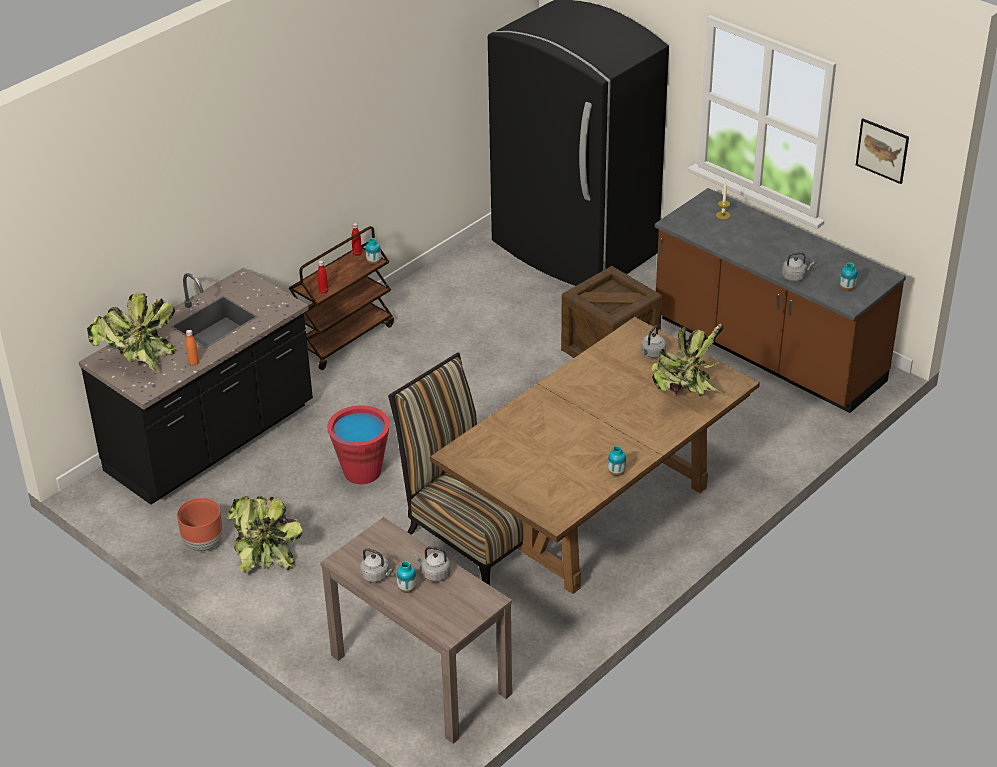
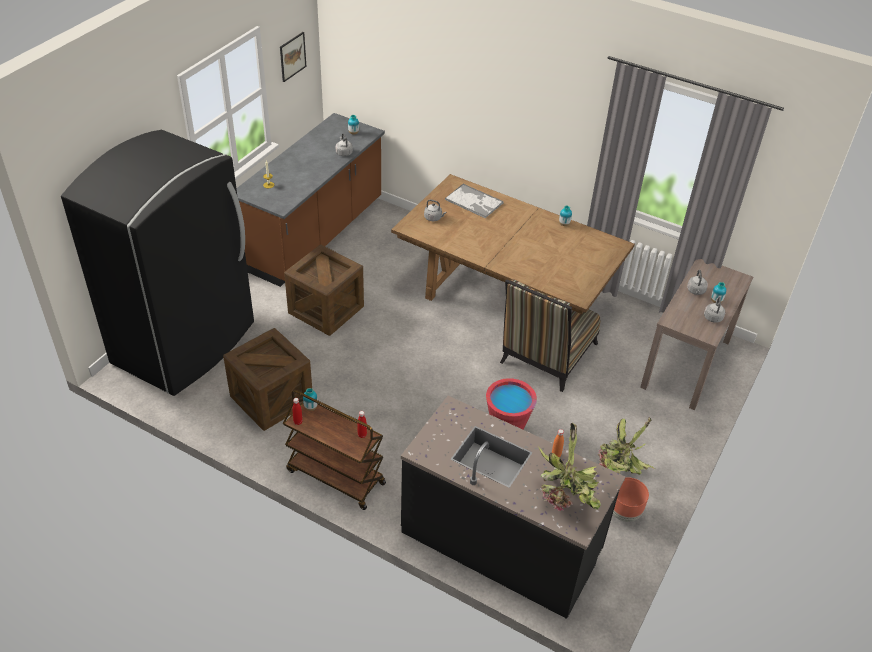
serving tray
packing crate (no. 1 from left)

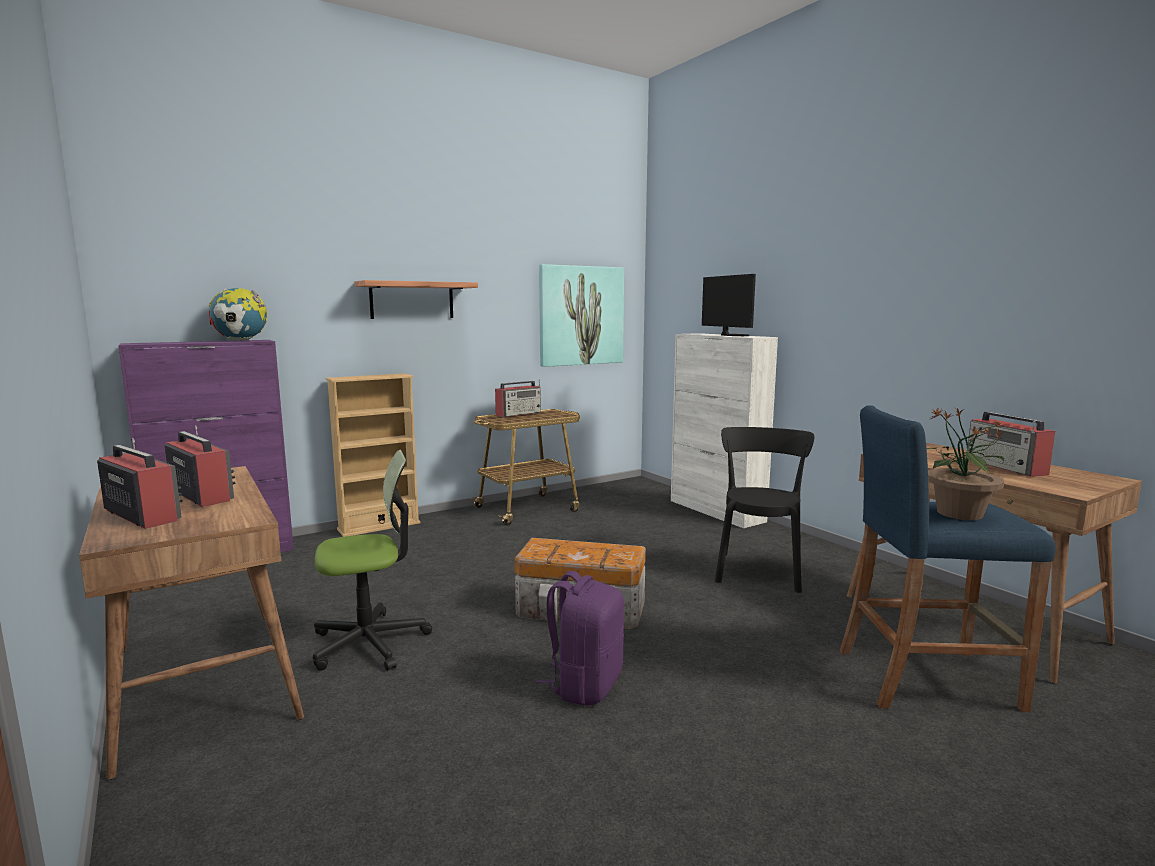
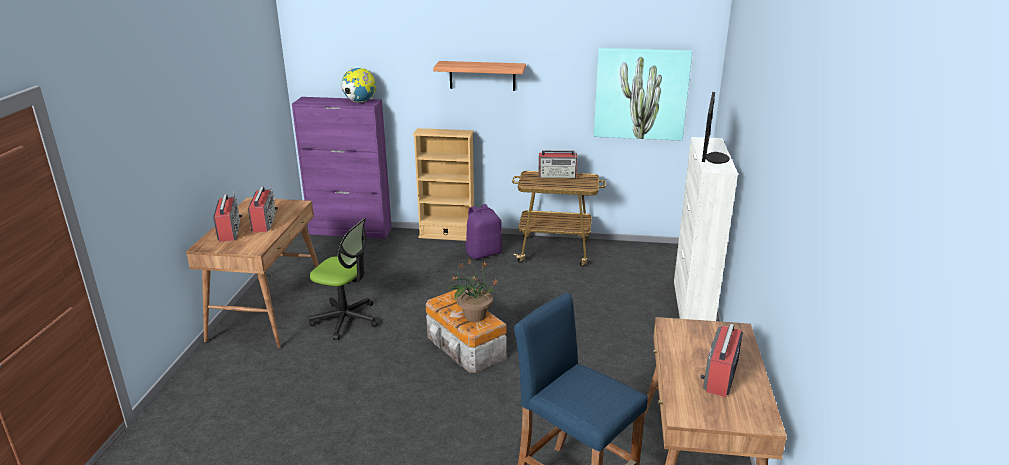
potted plant
black plain chair
purplish knapsack

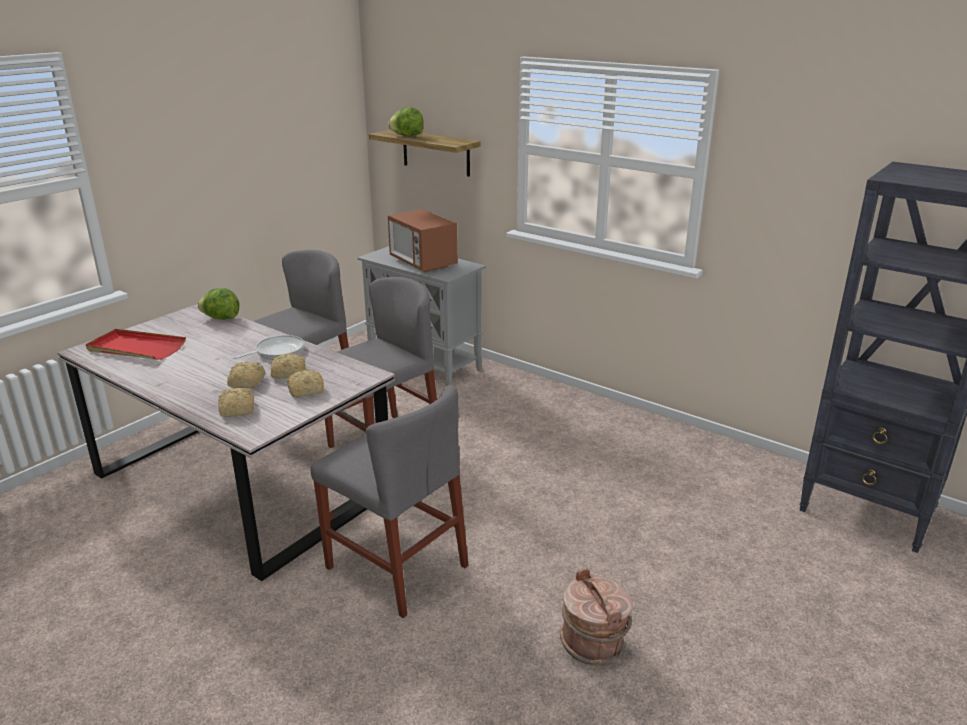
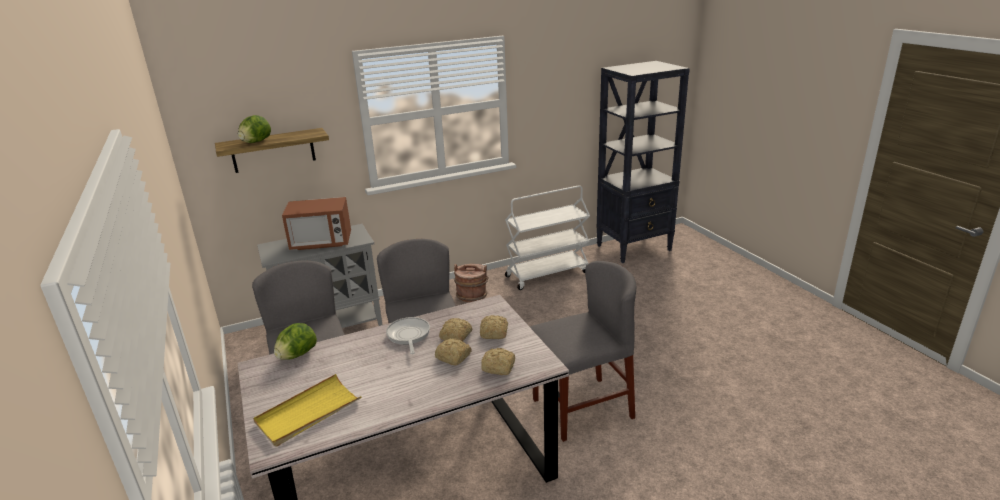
yellow serving tray
brown bucket
white-coloured trolley

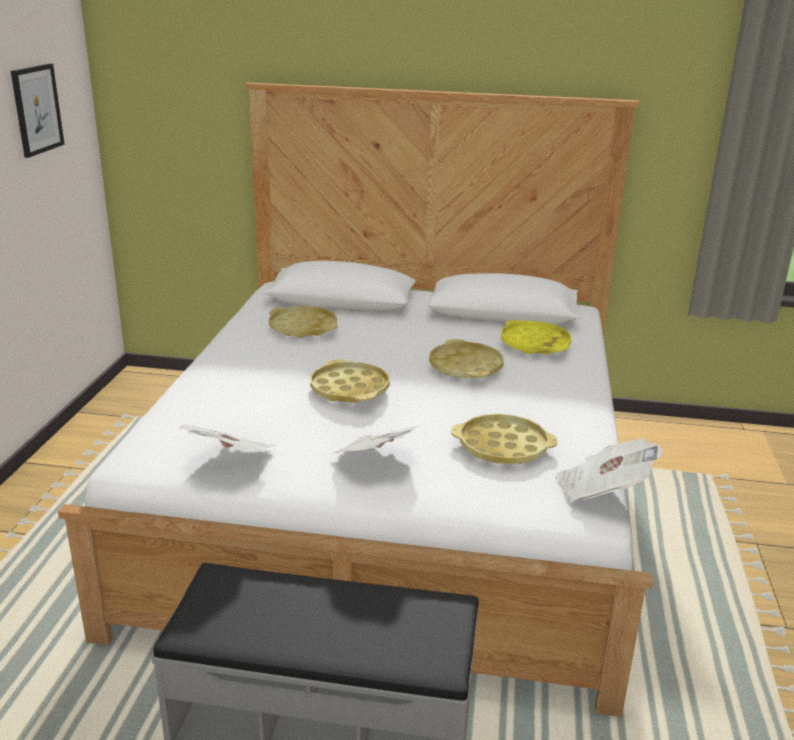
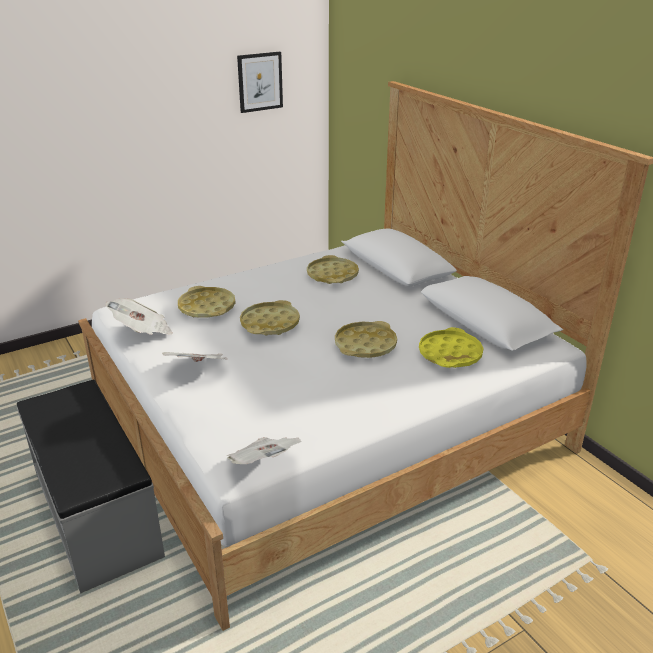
yellow serving tray (no. 1 from left)

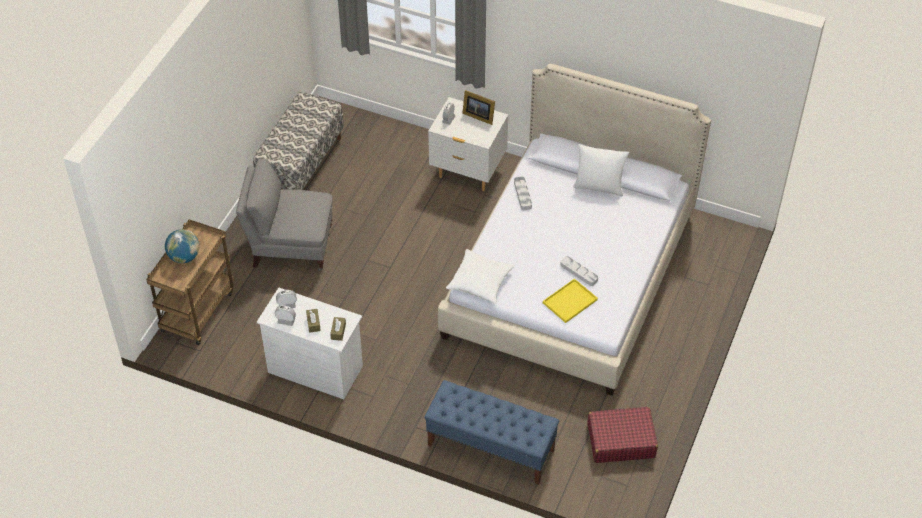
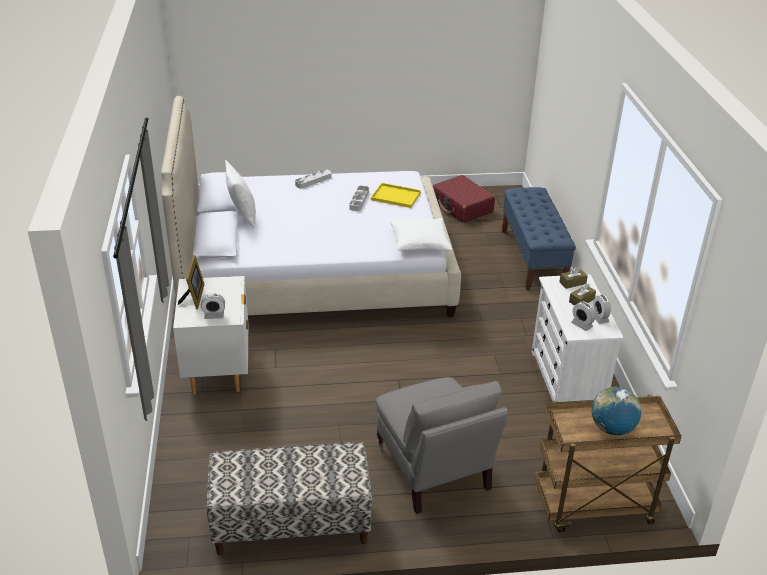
greyish serving tray (no. 1 from left)

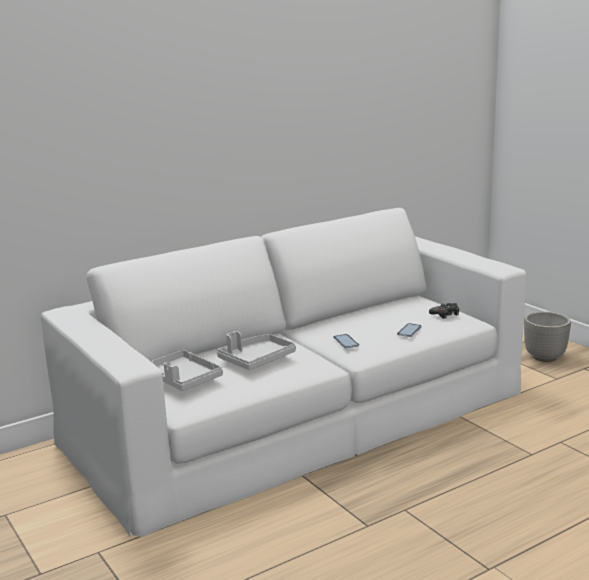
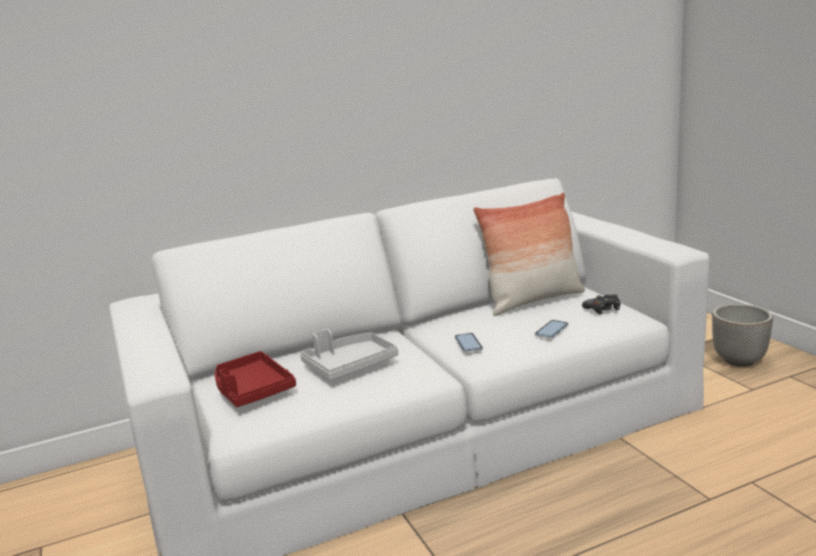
reddish serving tray
pillow

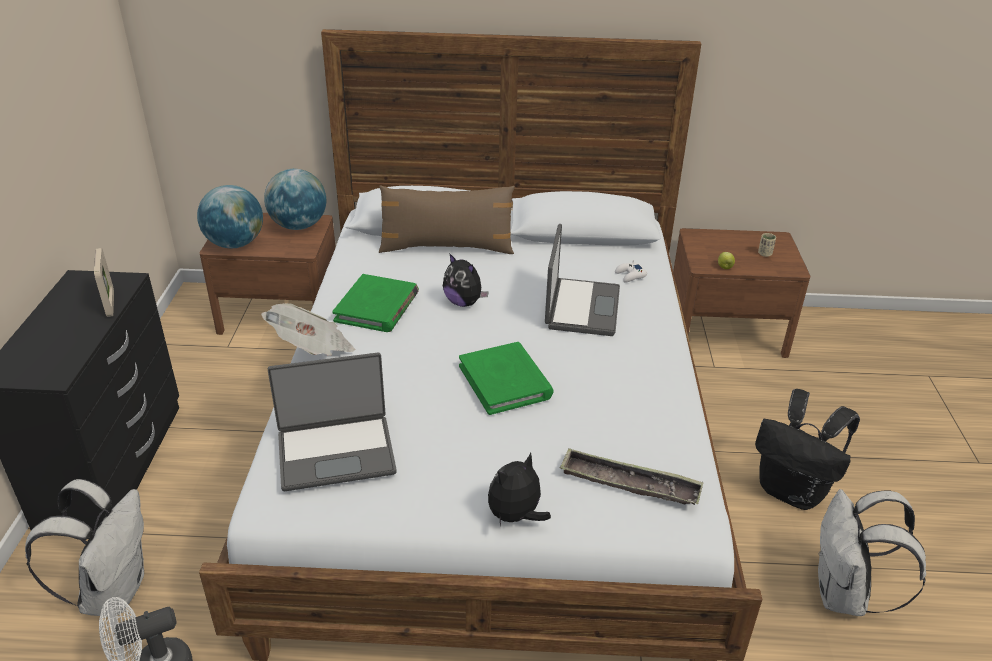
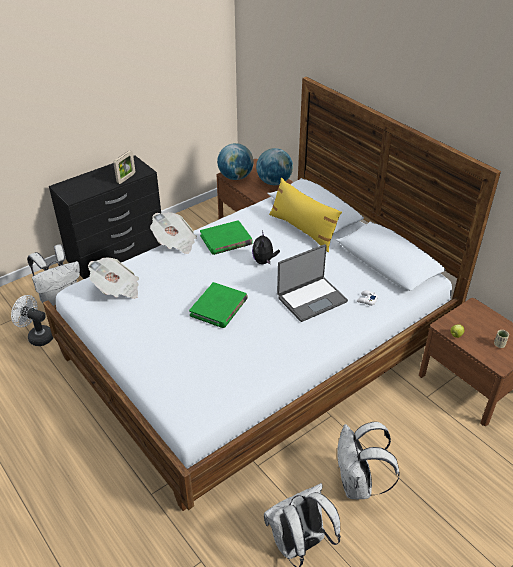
yellow pillow
newspaper (no. 1 from left)
white-coloured knapsack (no. 3 from left)
serving tray
soft toy (no. 2 from left in the first image)

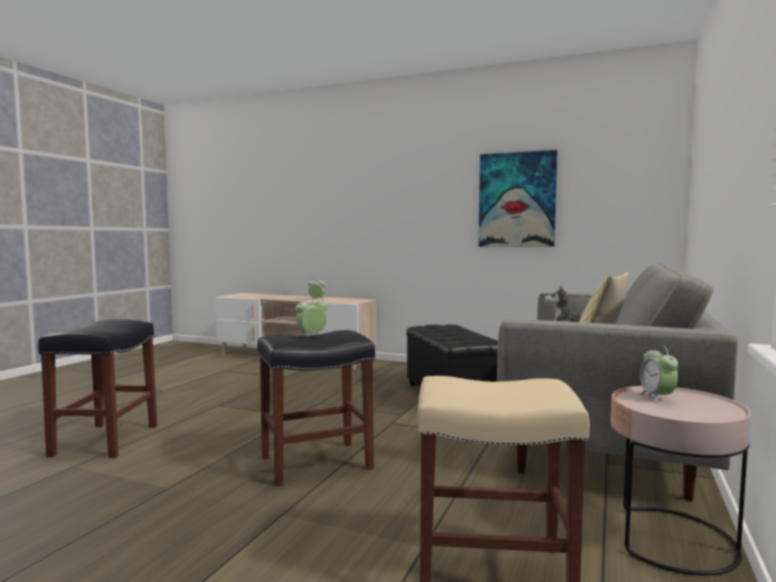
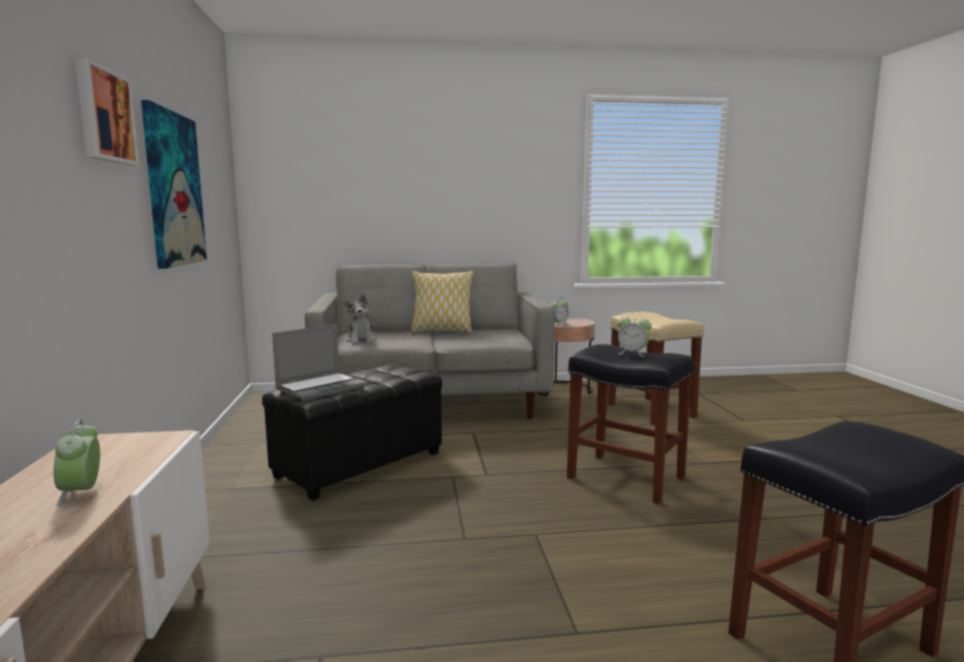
wall picture (no. 1 from left)
laptop

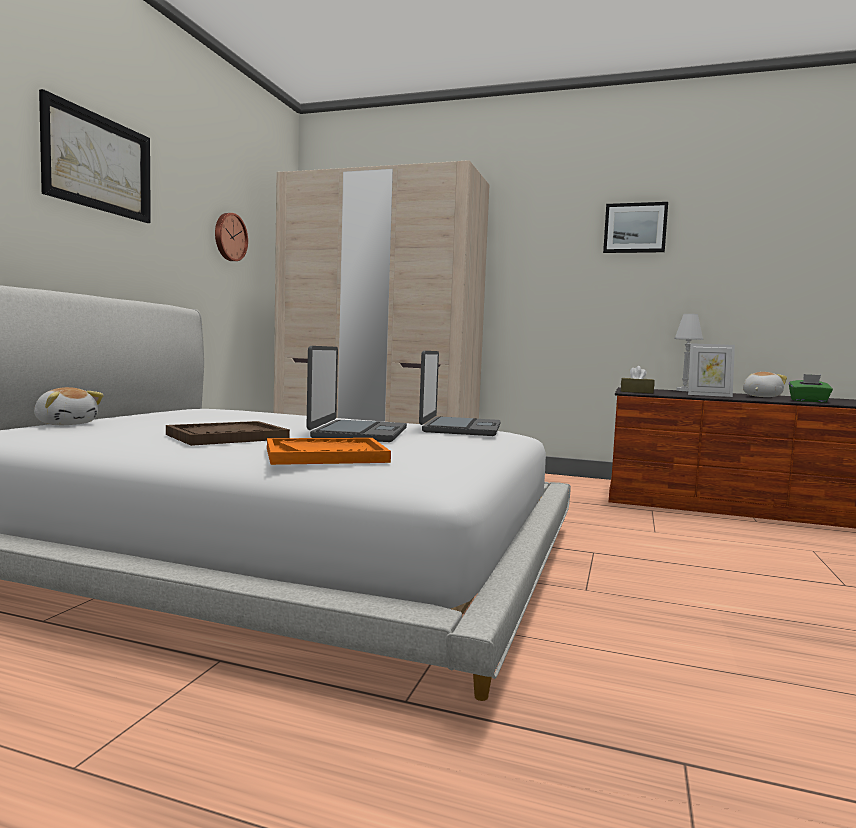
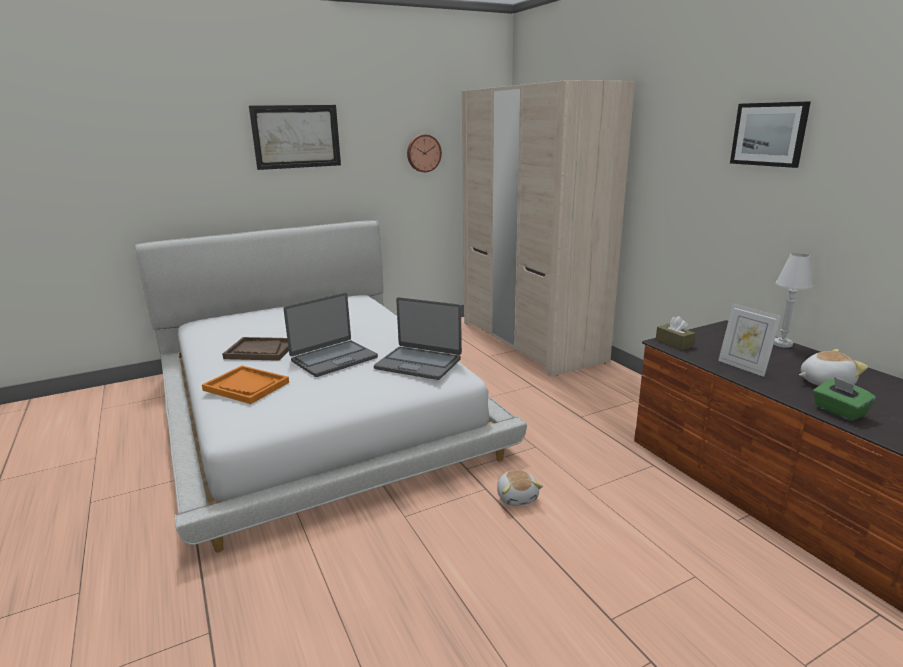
laptop (no. 2 from left)
soft toy (no. 1 from left)

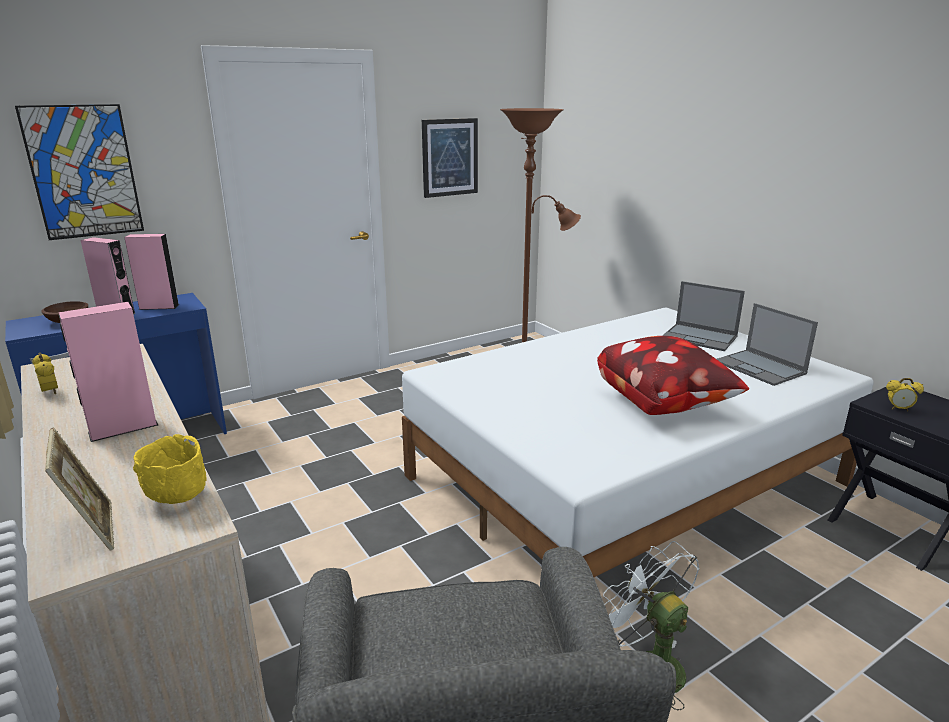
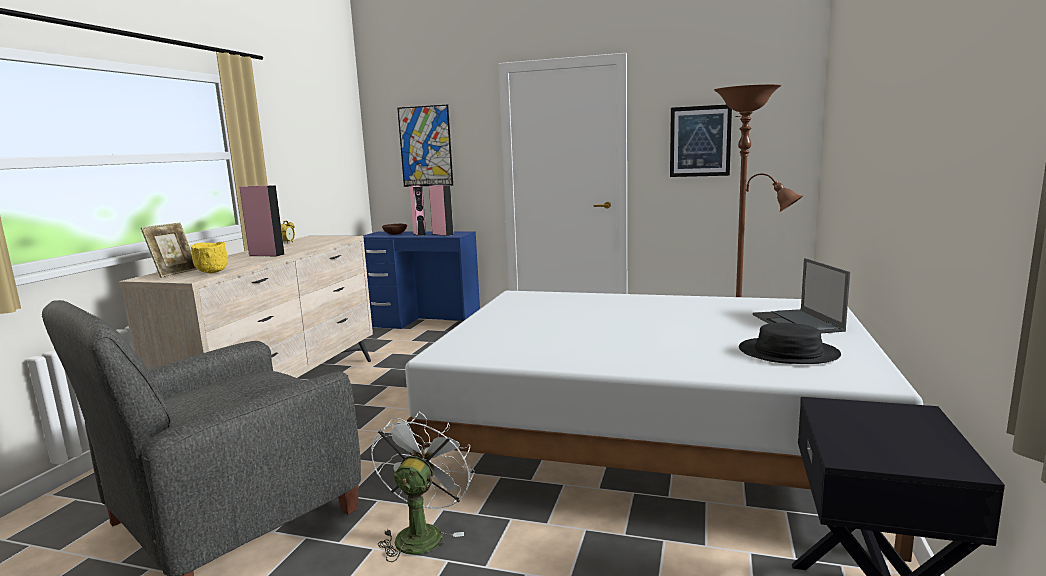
black wearable hat
pillow
alarm clock (no. 2 from left in the first image)

